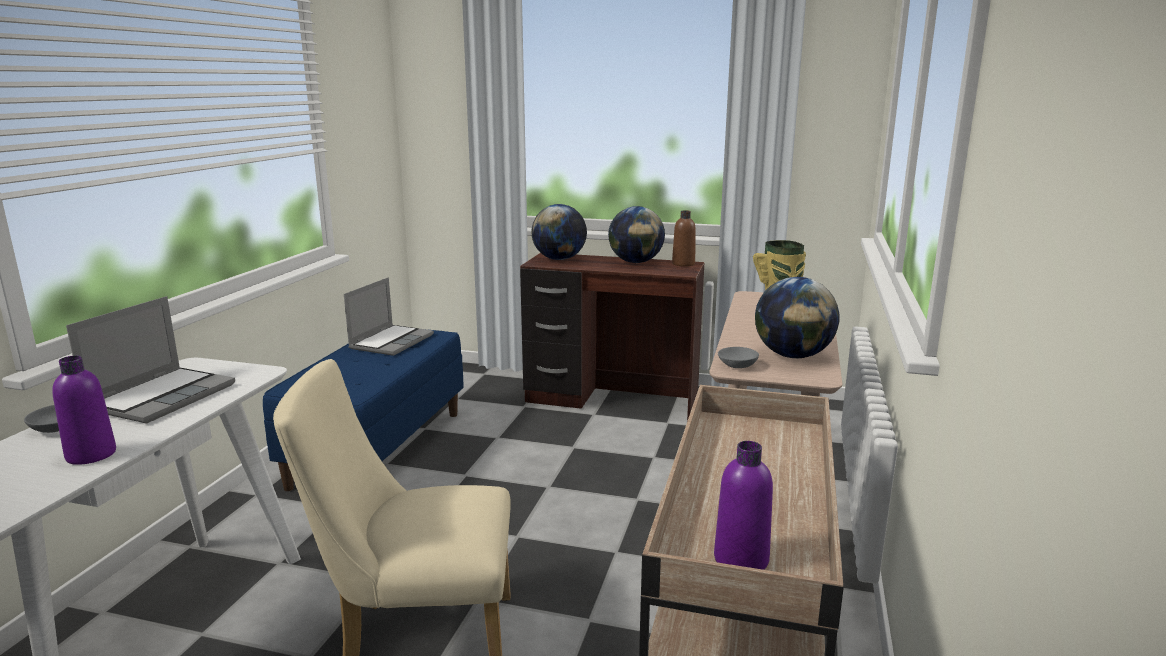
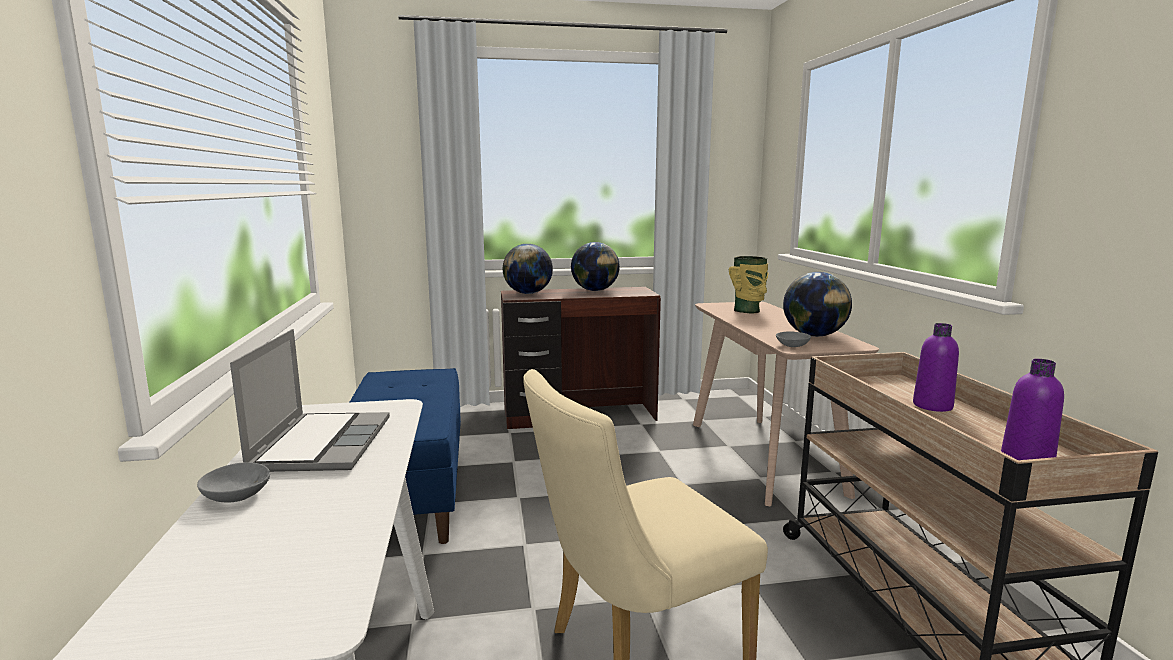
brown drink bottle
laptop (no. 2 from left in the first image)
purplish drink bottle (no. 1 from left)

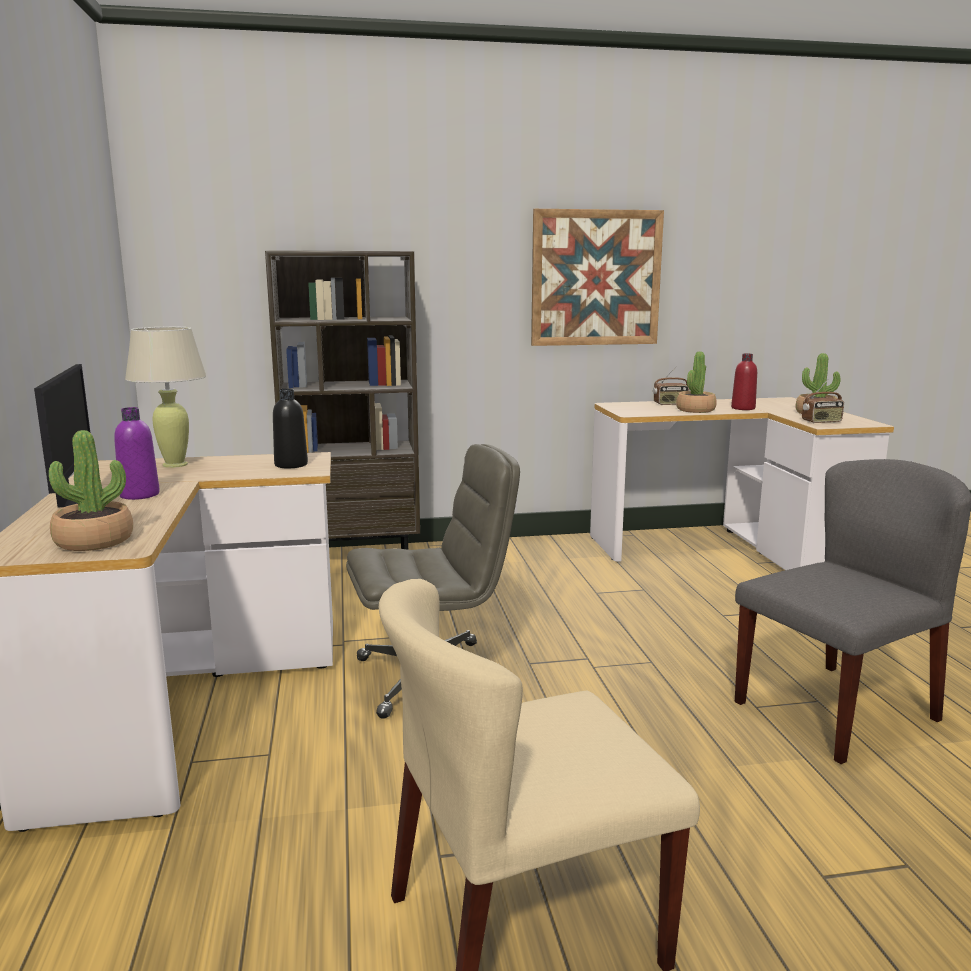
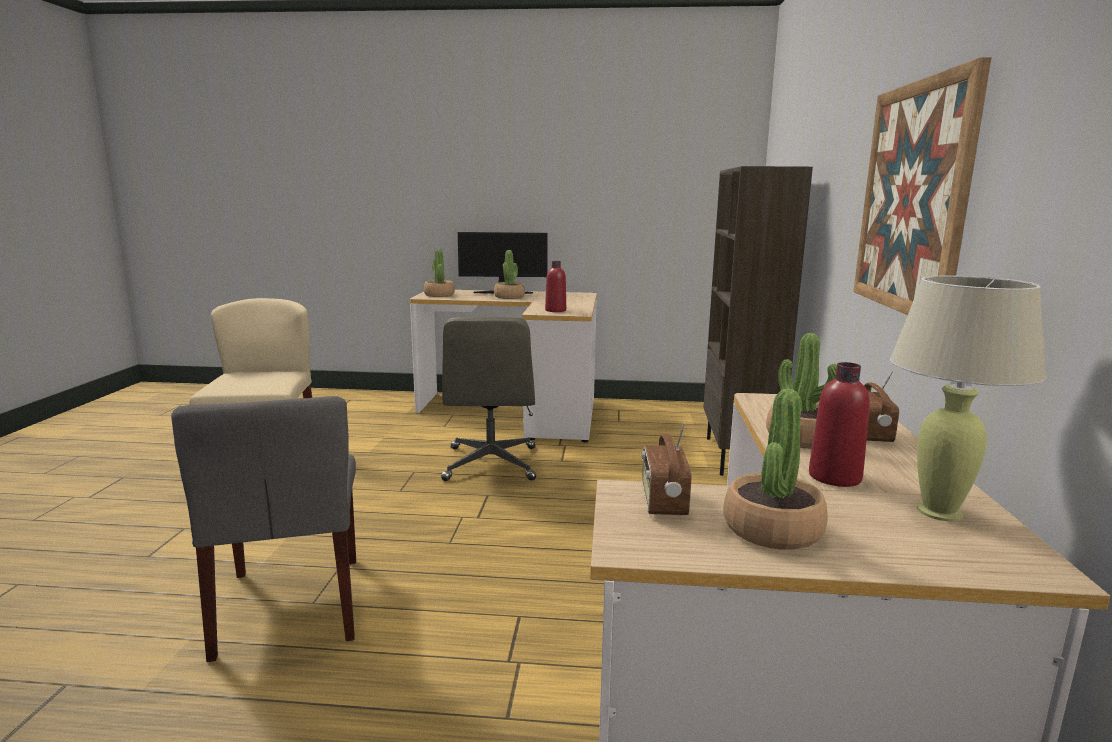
beige table lamp
reddish drink bottle (no. 1 from left)
potted plant (no. 2 from left)

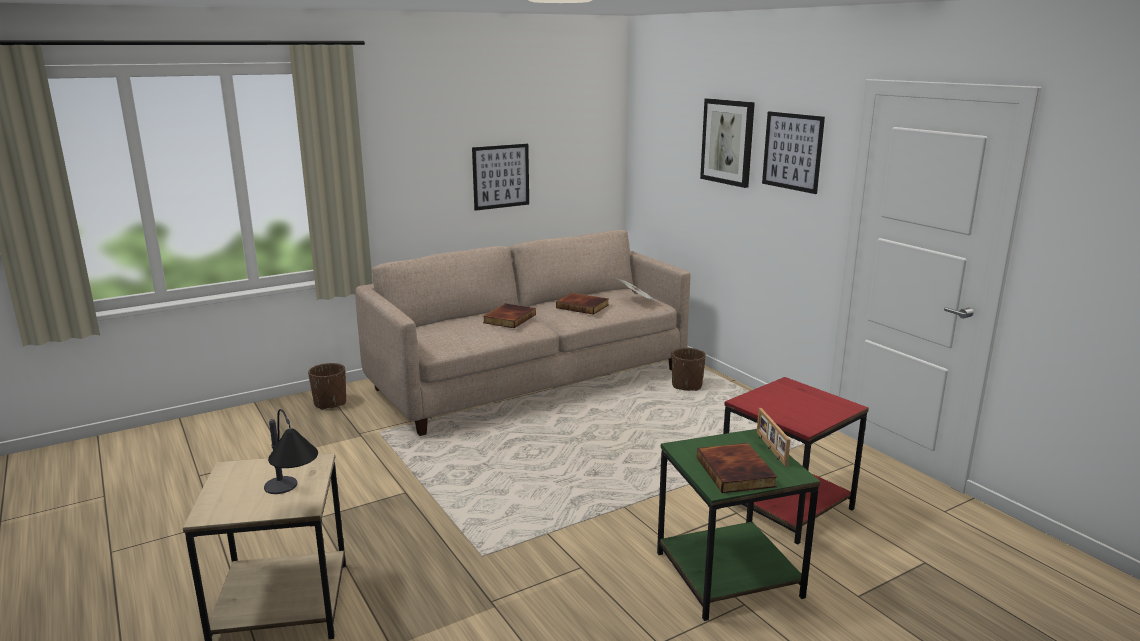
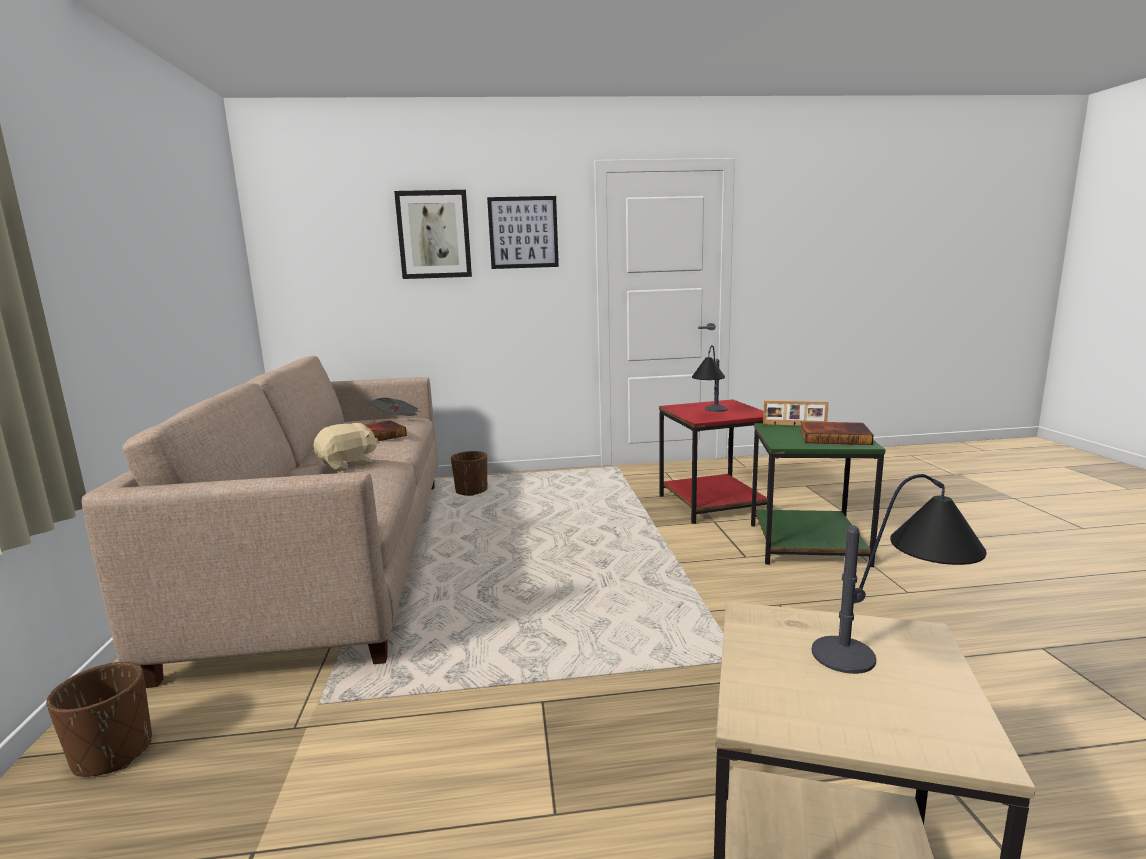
wall picture (no. 1 from left in the first image)
beige soft toy
table lamp (no. 1 from left)

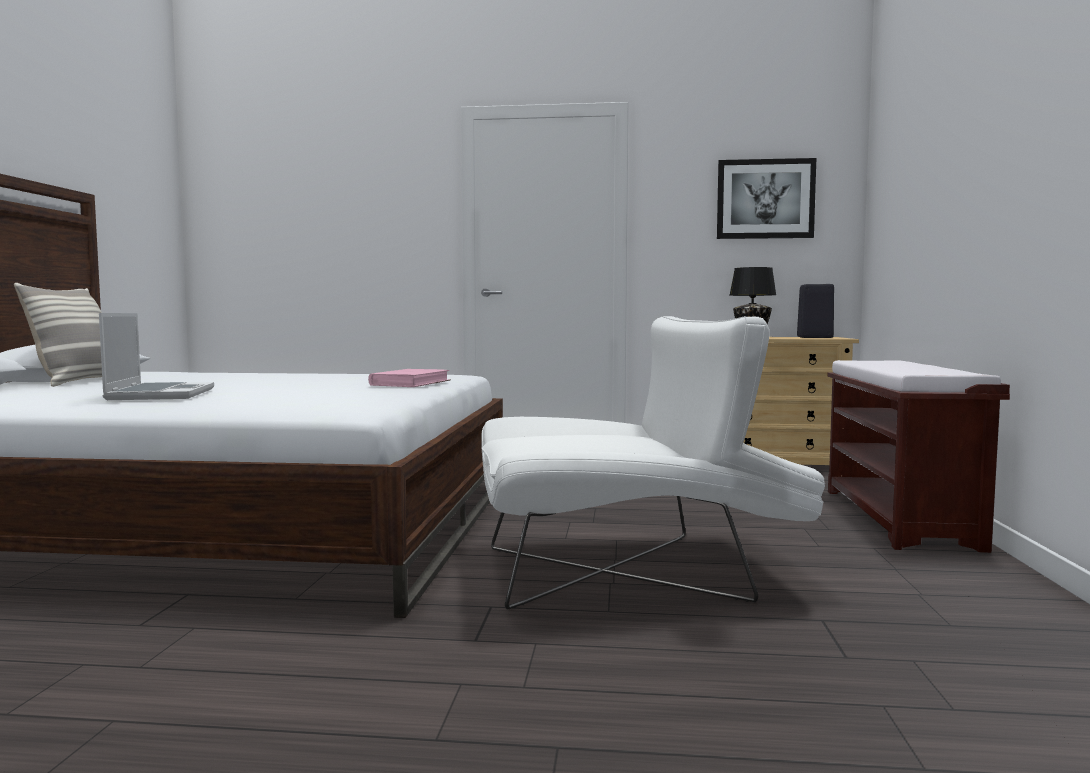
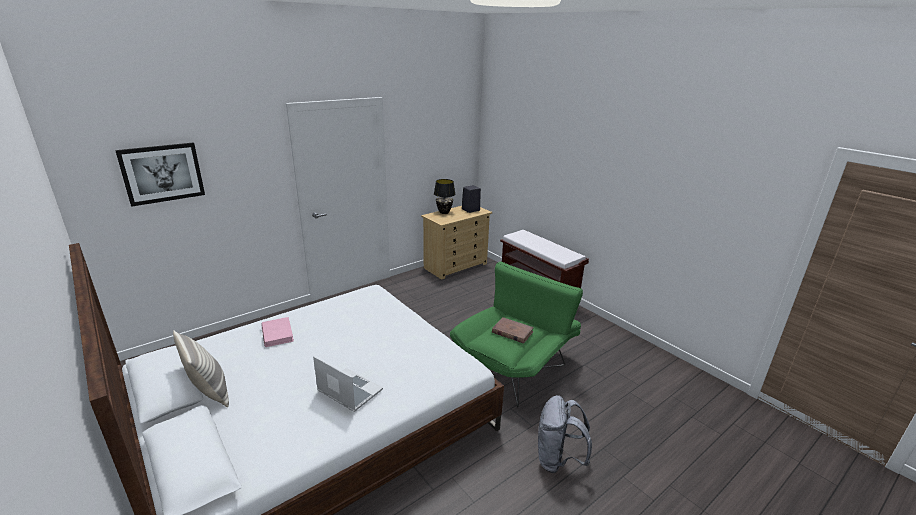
wall picture
green easy chair
pink-coloured book
brown book
greyish knapsack

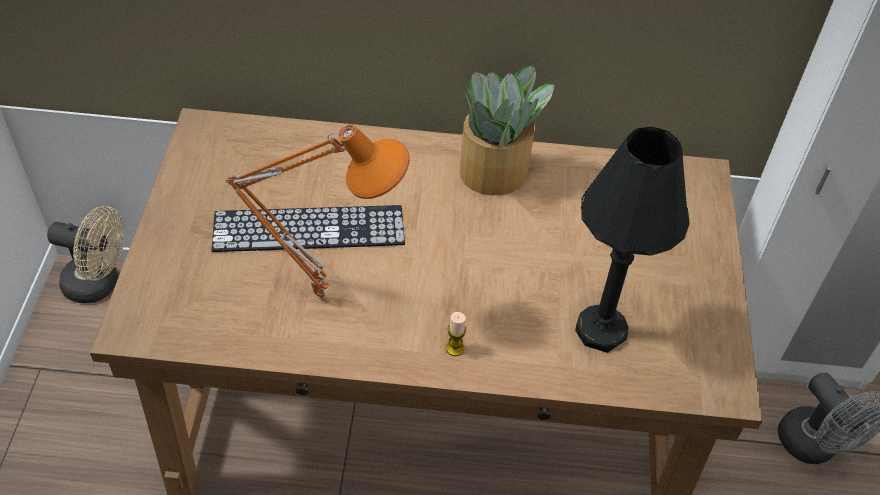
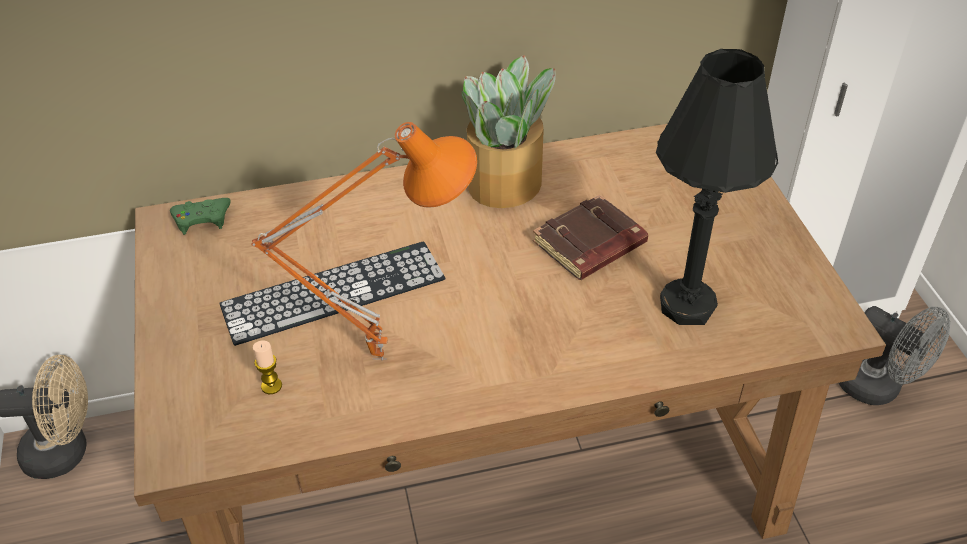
wax candle
brown book
green joypad

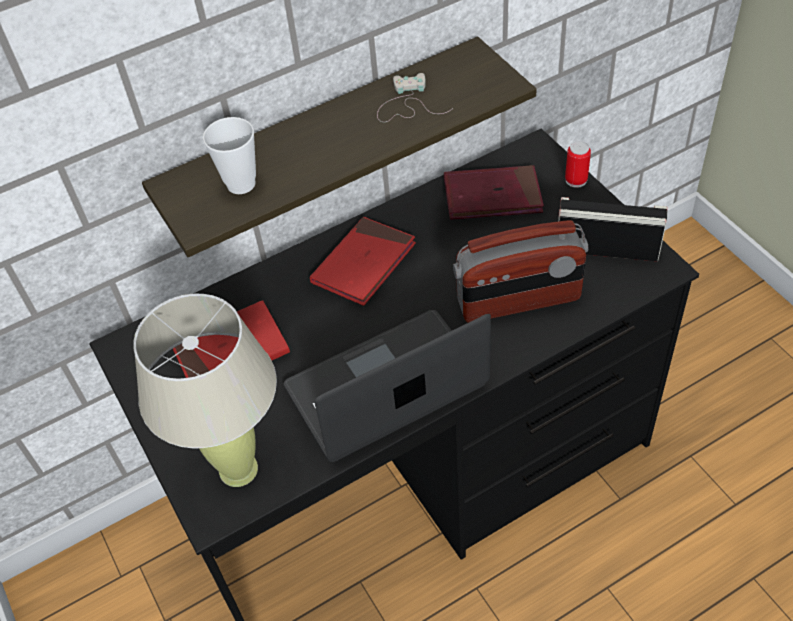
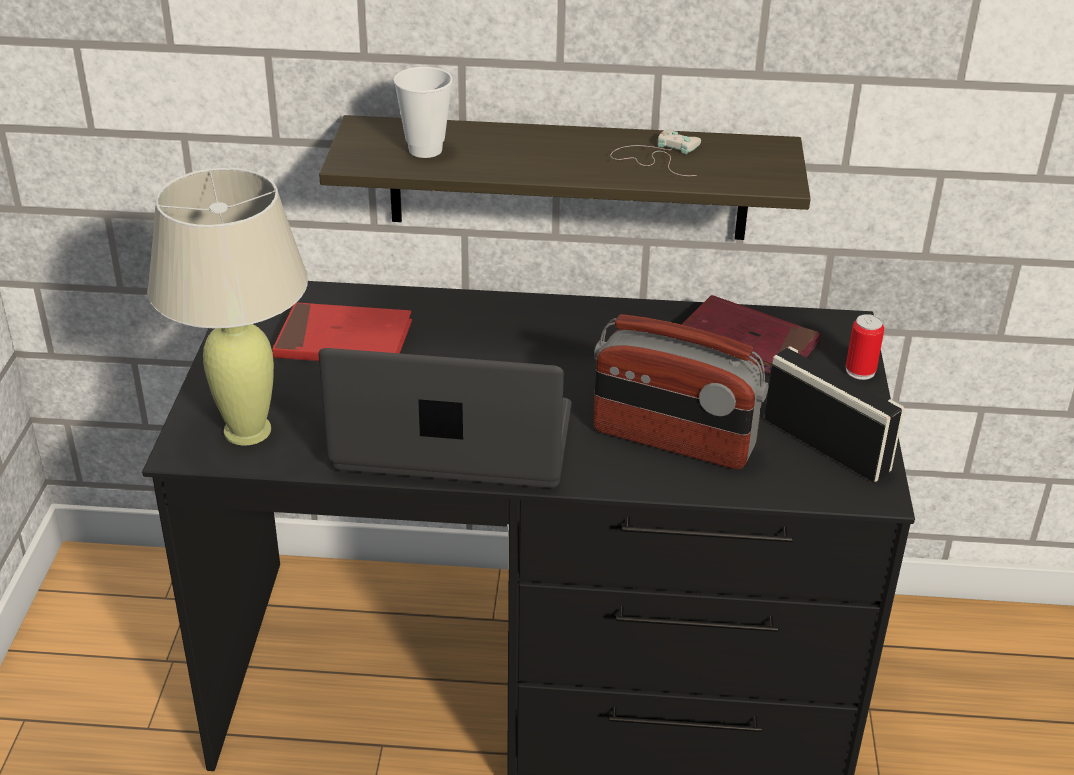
reddish book (no. 2 from left in the first image)

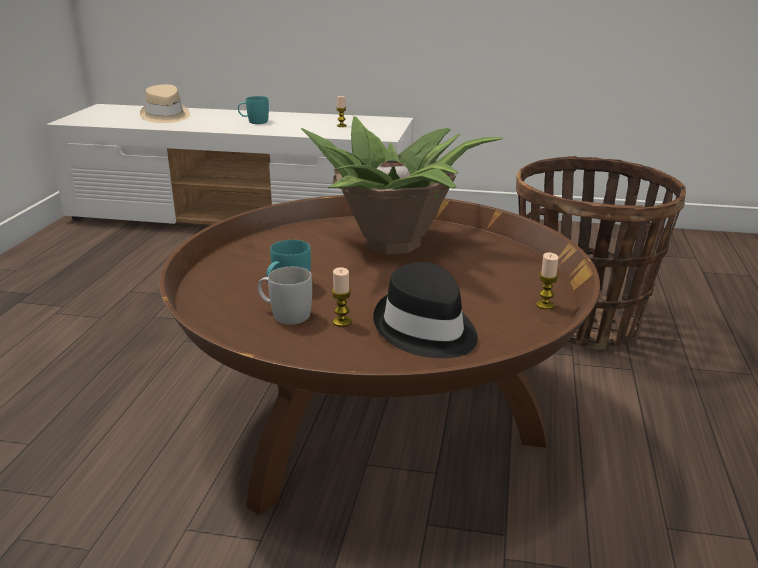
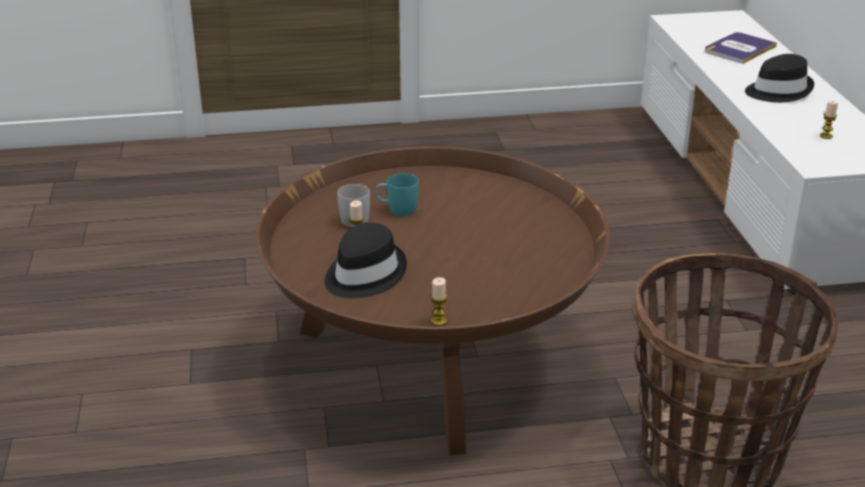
book
black wearable hat (no. 2 from left)
potted plant

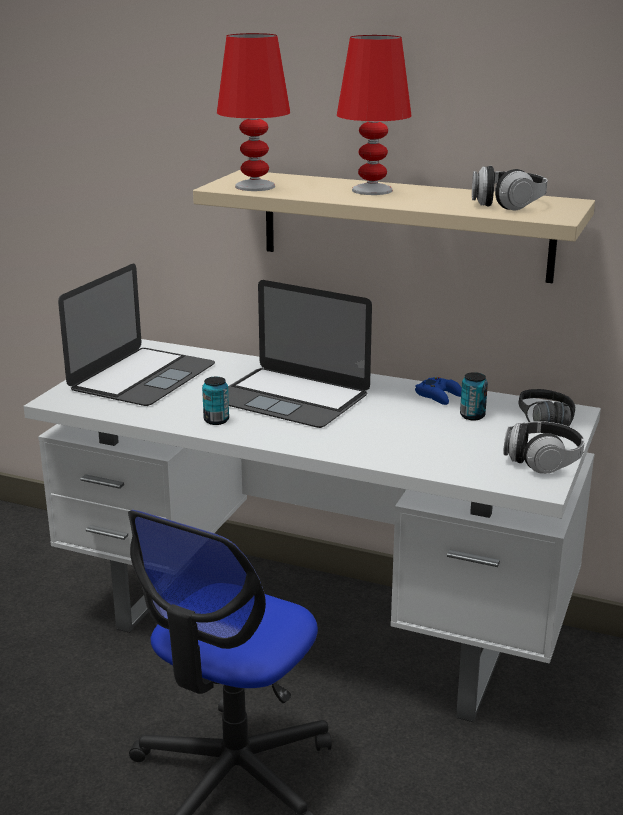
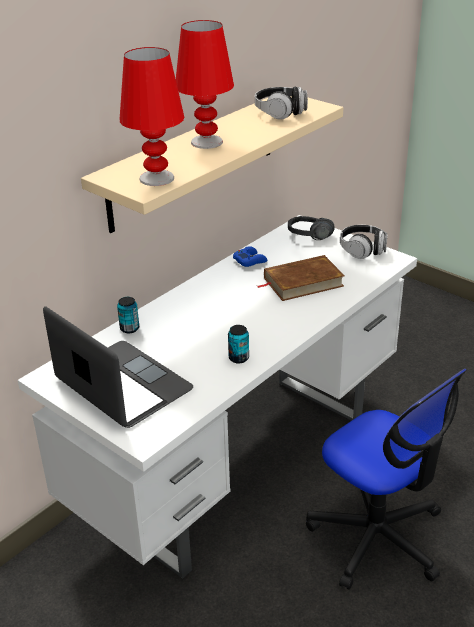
laptop (no. 2 from left in the first image)
metal can (no. 1 from left)
brown book

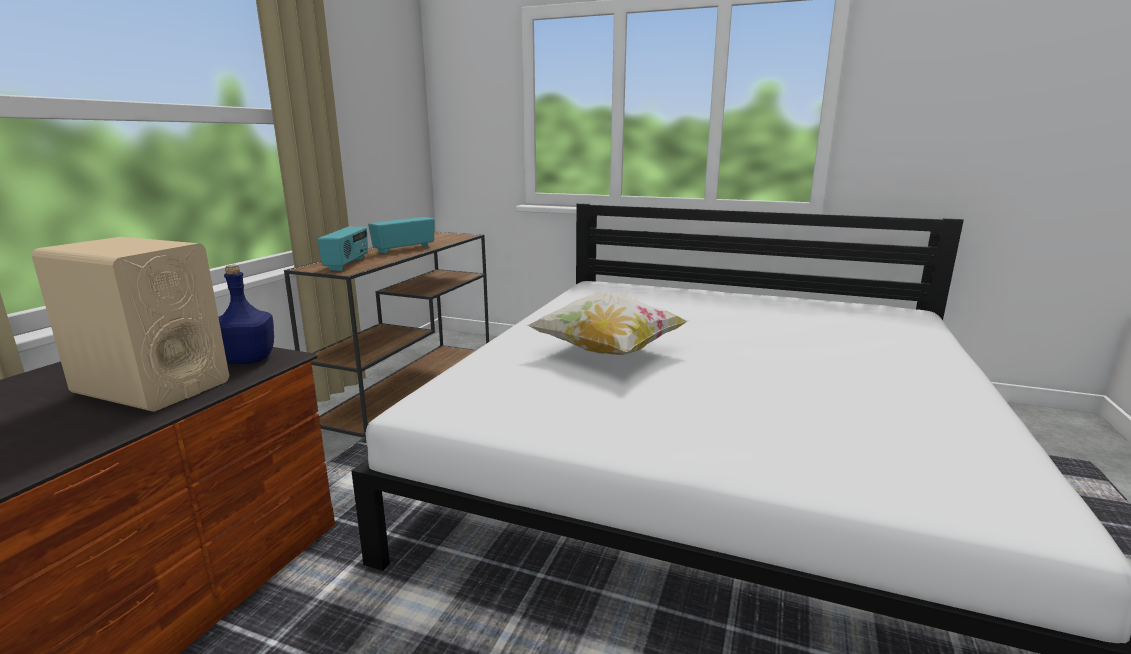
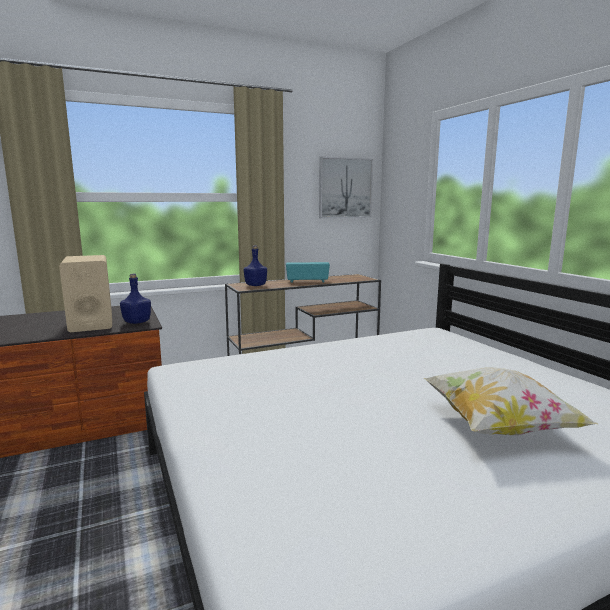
bluish drink bottle (no. 2 from left)
pillow
wall picture

